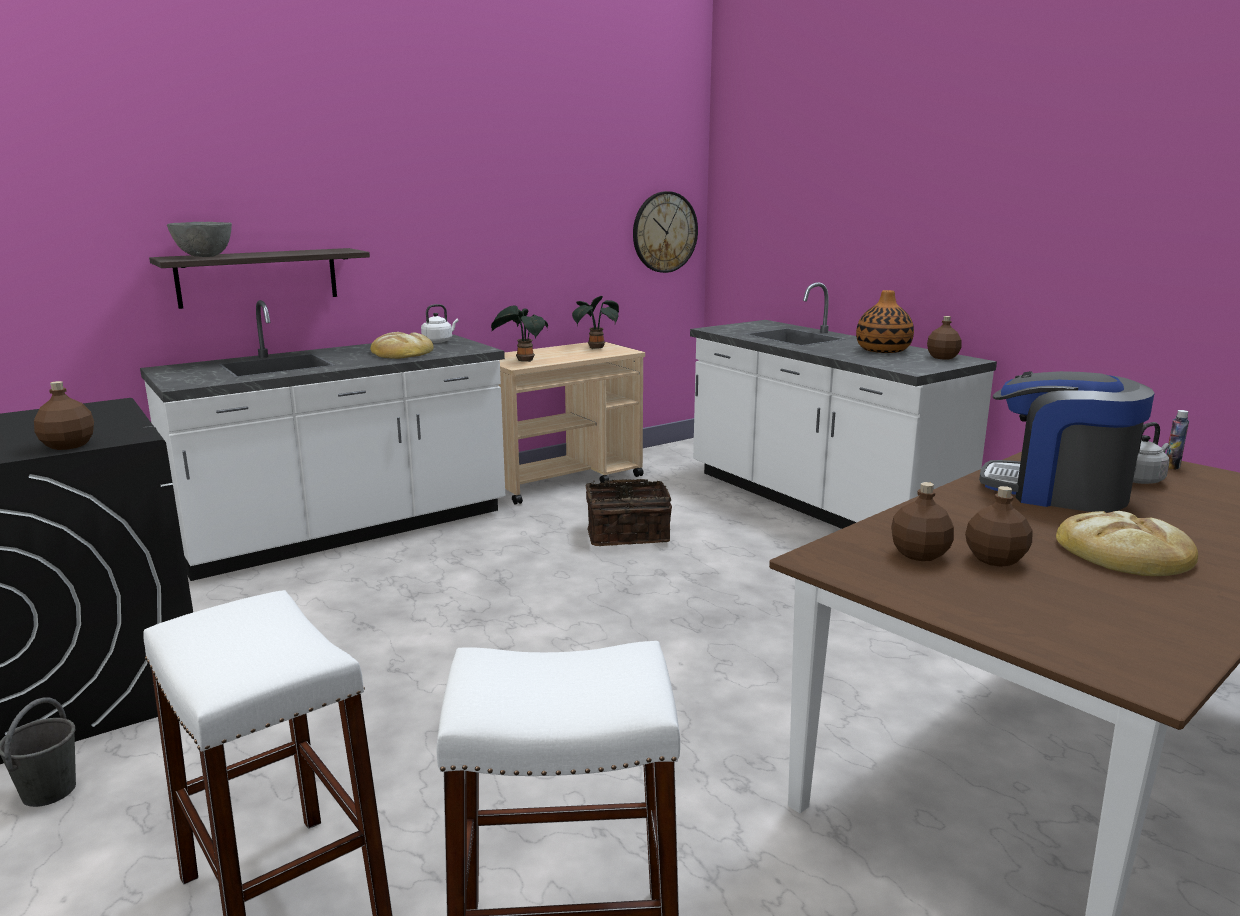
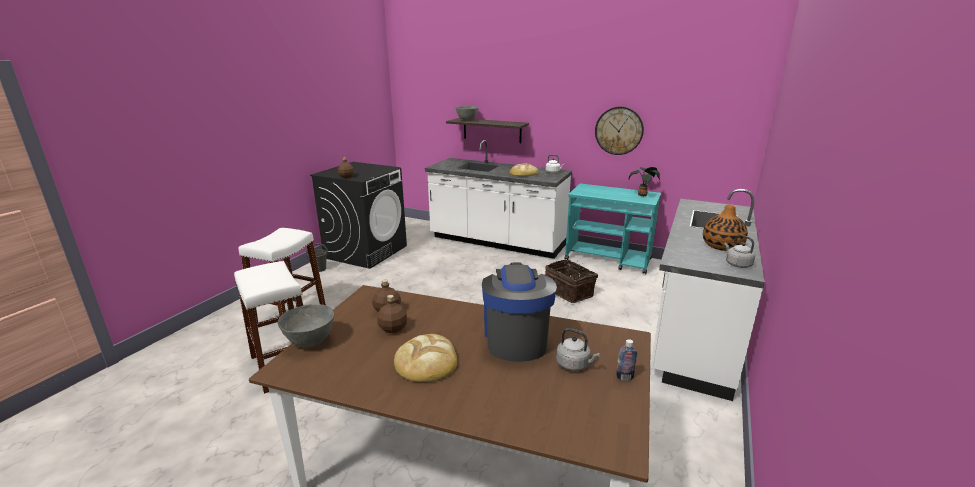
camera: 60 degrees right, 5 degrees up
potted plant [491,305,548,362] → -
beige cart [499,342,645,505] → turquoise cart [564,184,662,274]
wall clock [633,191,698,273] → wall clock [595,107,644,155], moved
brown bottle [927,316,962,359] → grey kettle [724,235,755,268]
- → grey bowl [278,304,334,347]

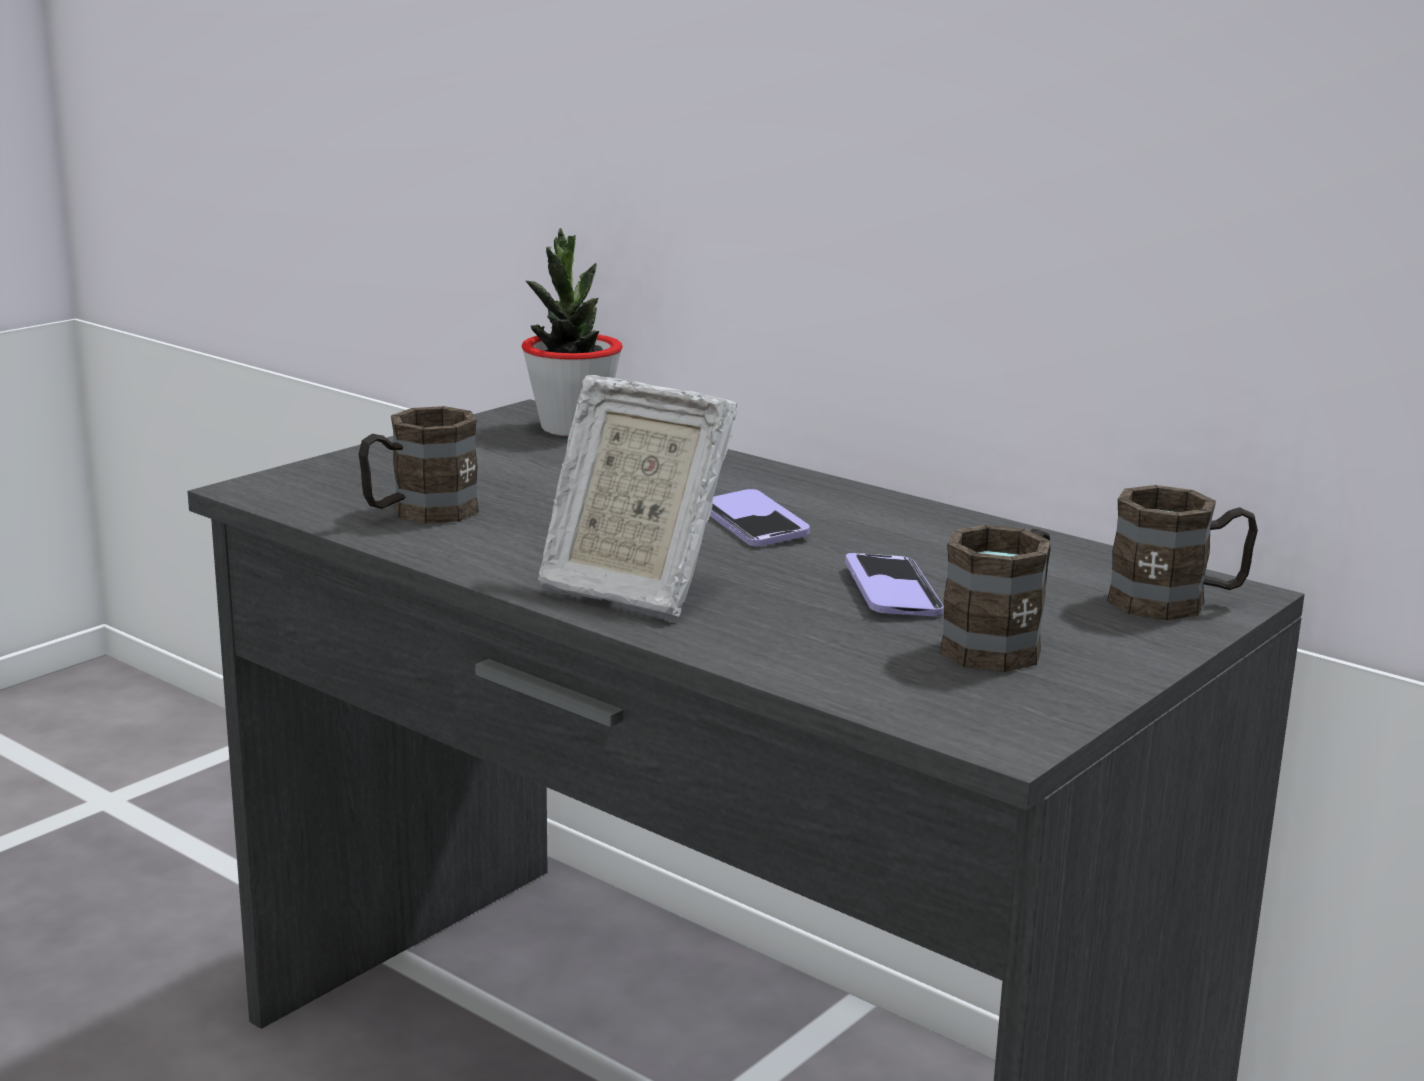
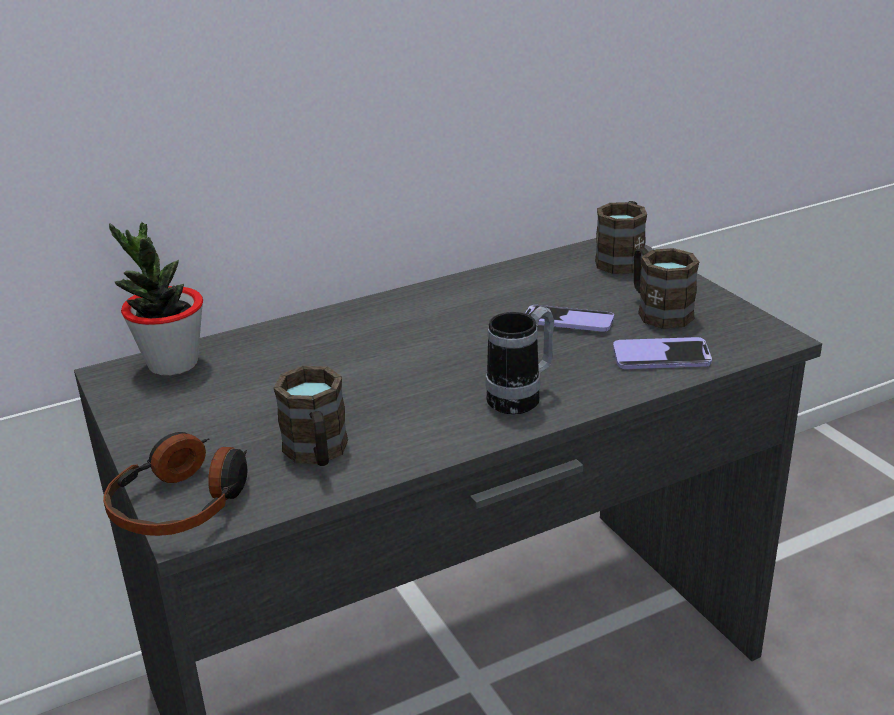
camera: 65 degrees left, 10 degrees up
picture frame [538,375,737,617] → mug [485,306,554,414]
phone [710,489,810,547] → phone [613,337,712,369], moved
- → headphones [103,432,247,536]

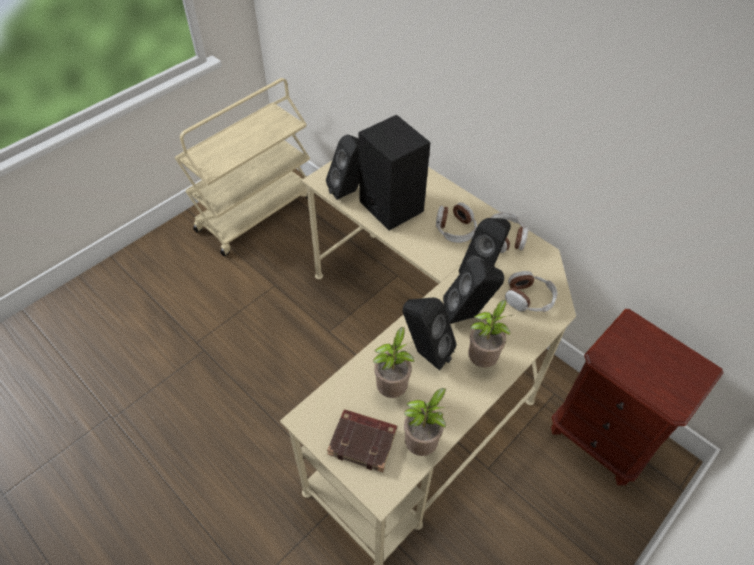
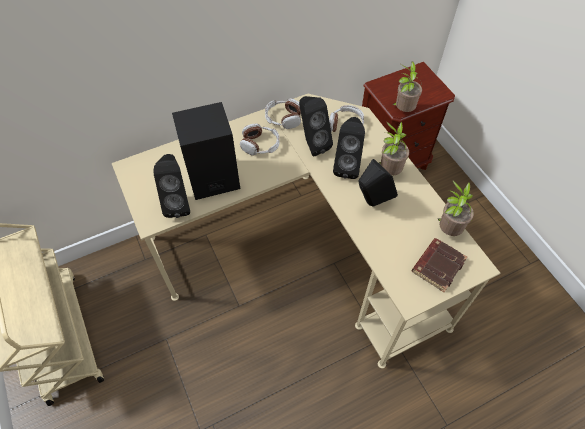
camera: 70 degrees left, 5 degrees up
potted plant [373,327,414,398] → potted plant [392,61,422,112], moved

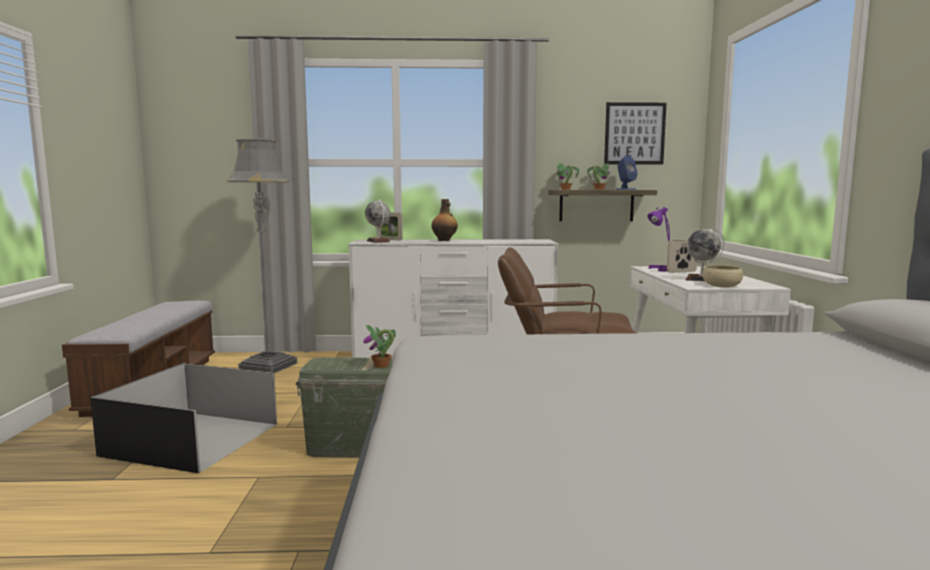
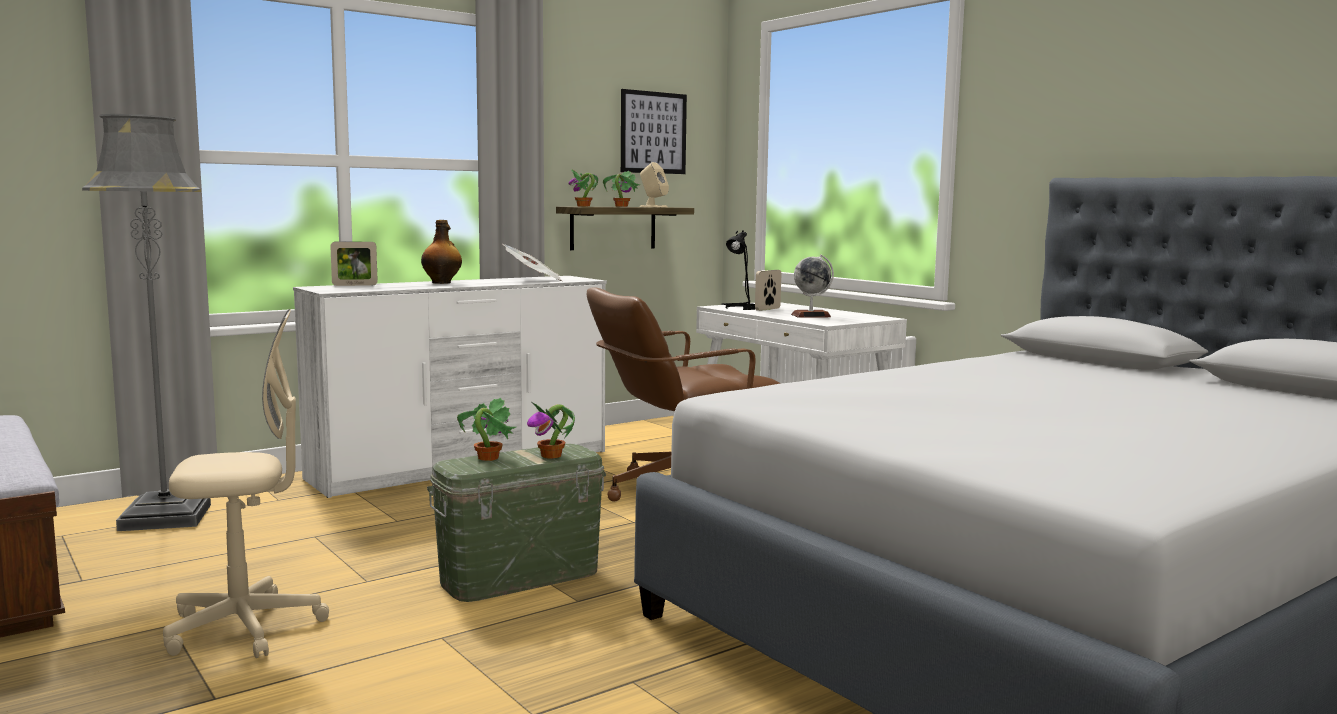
camera: 35 degrees left, 0 degrees up
black storage box [90,363,277,473] → beige office chair [163,309,329,658]
globe [365,199,391,243] → -
blue speaker [616,156,638,190] → beige speaker [640,162,669,207]
purple table lamp [647,207,670,272] → black table lamp [722,231,755,310]
beige bowl [702,265,743,287] → -
- → potted plant [457,398,516,461]
- → newspaper [502,244,562,281]

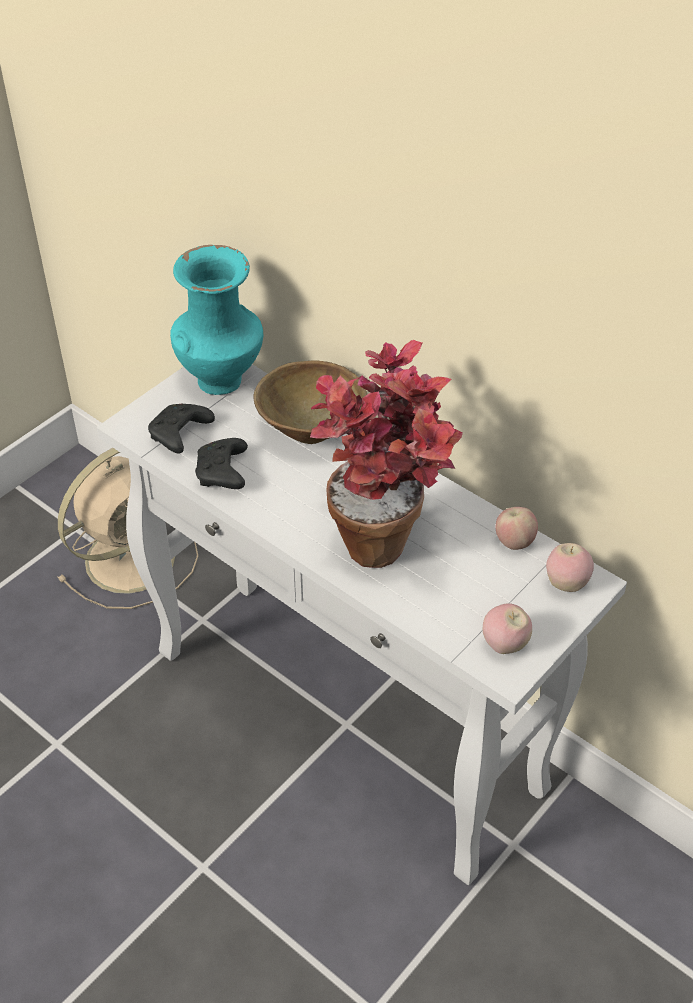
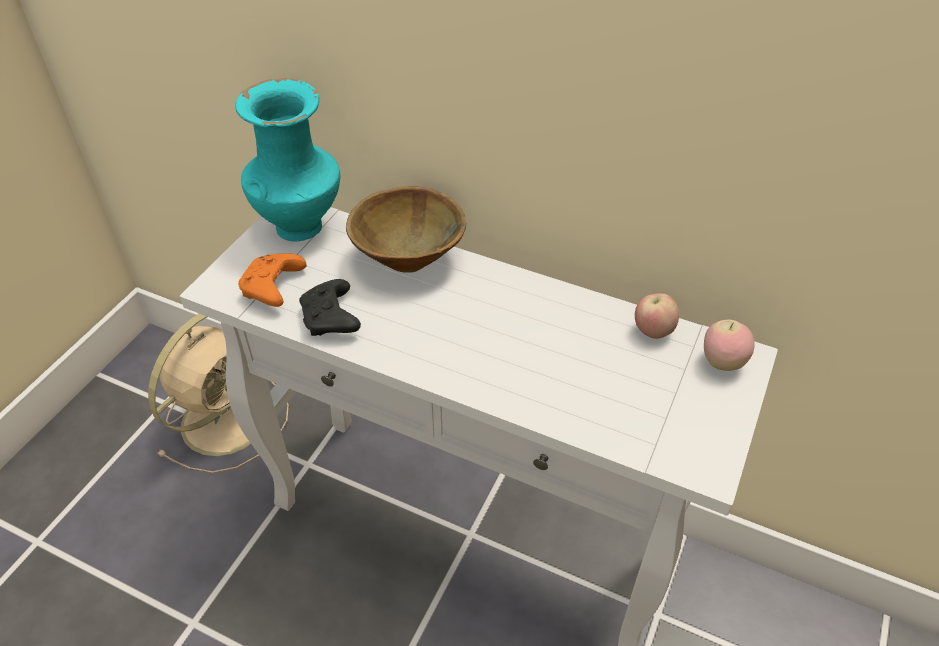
camera: 15 degrees left, 0 degrees up
black game controller [148,404,215,454] → orange game controller [238,253,307,307]
potted plant [310,340,463,568] → -
apple [483,603,532,654] → -

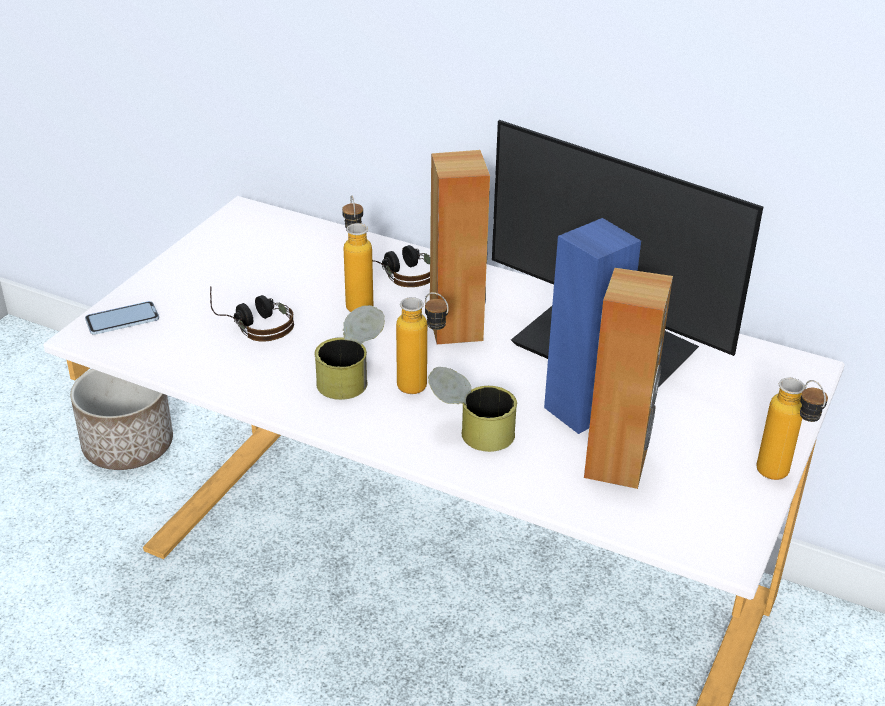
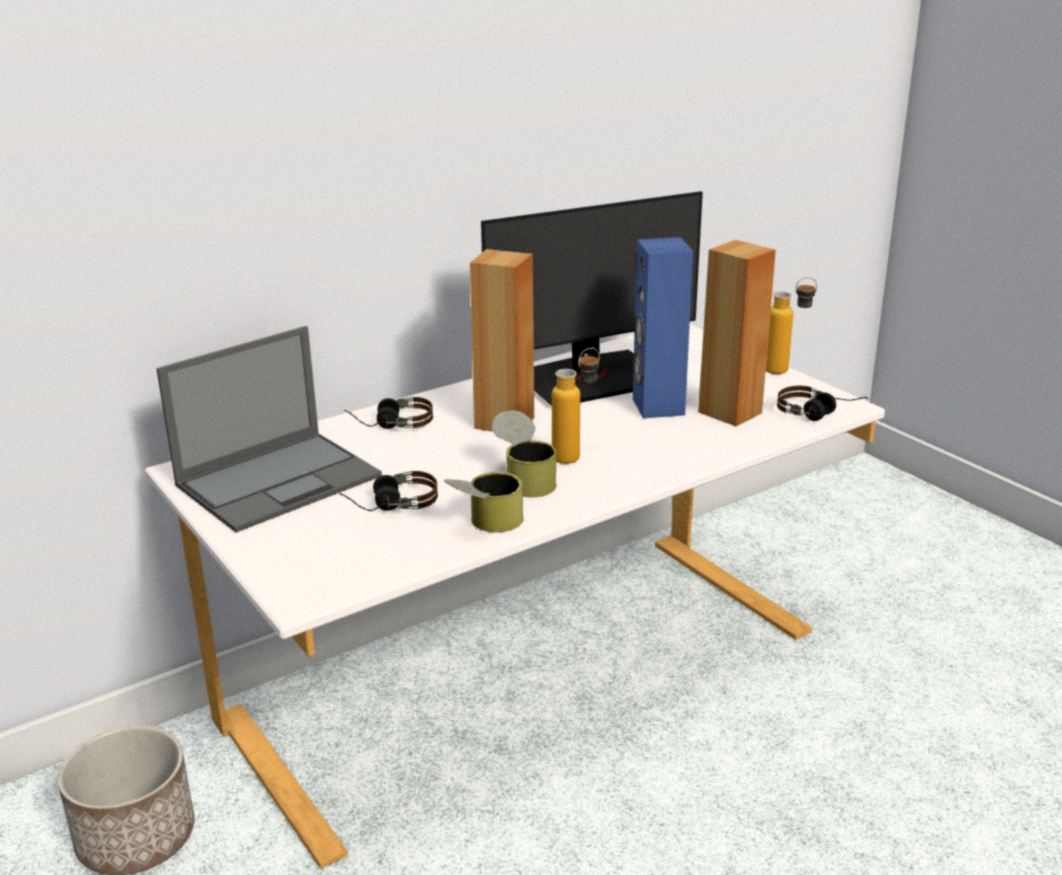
camera: 60 degrees left, 10 degrees down
phone [85,301,159,335] → -
bottle [342,195,373,312] → -
can [428,367,517,452] → can [444,472,524,532], moved
- → laptop [156,326,382,532]
- → headphones [777,386,869,421]

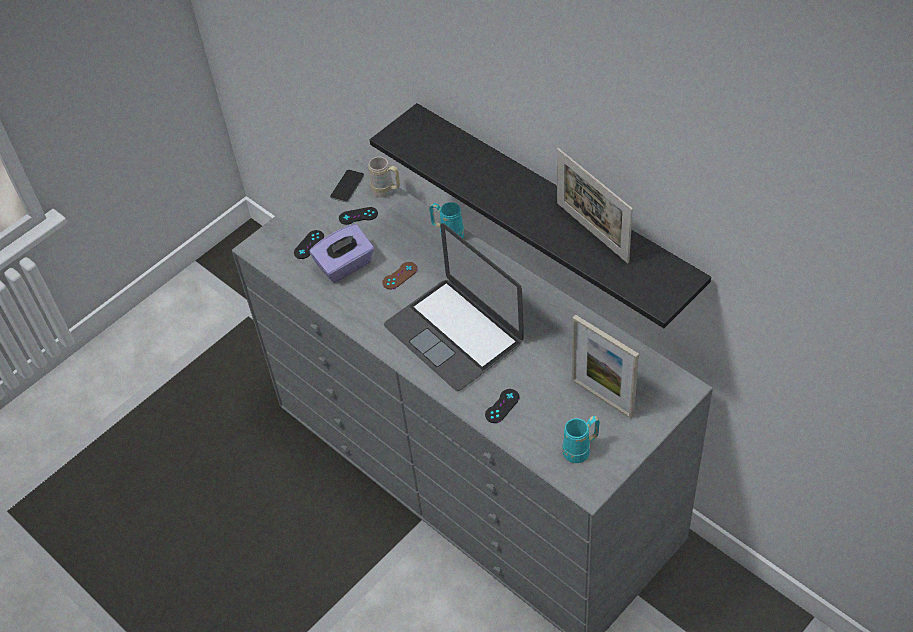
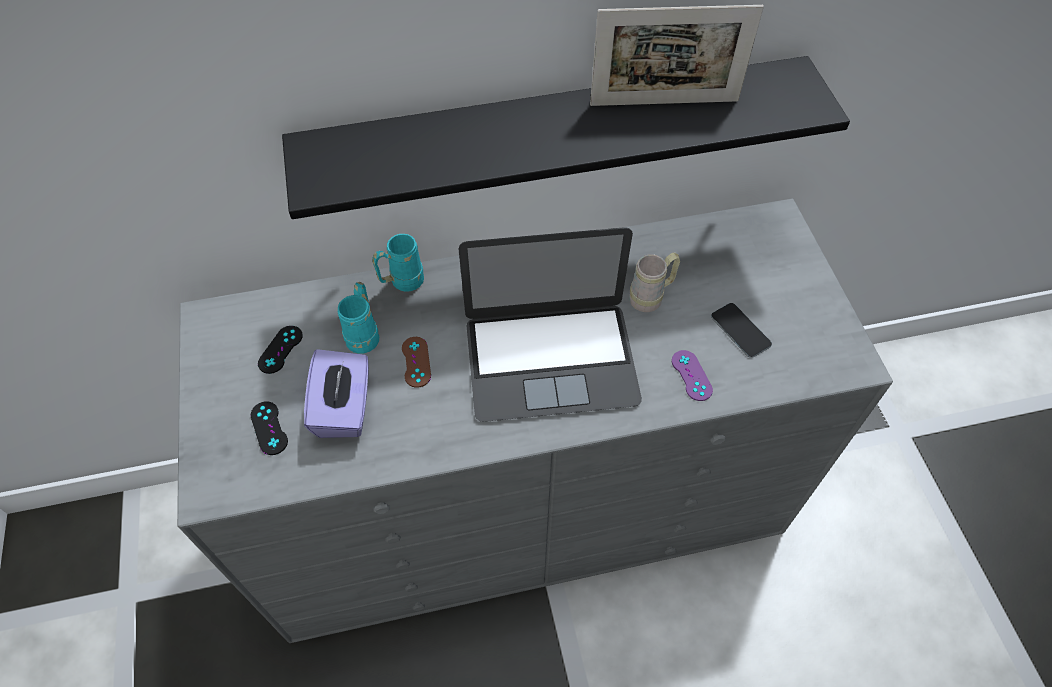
camera: 60 degrees left, 5 degrees up
phone [330,170,364,202] → phone [711,303,772,358], moved
beige mug [368,157,400,198] → beige mug [629,253,680,312], moved
black game controller [485,389,520,423] → purple game controller [672,350,713,401]
turquoise mug [562,416,600,463] → turquoise mug [338,282,379,354], moved
picture frame [572,315,639,419] → -

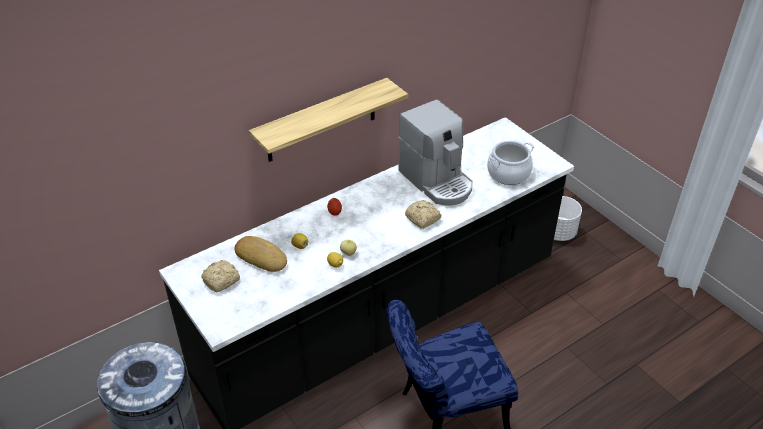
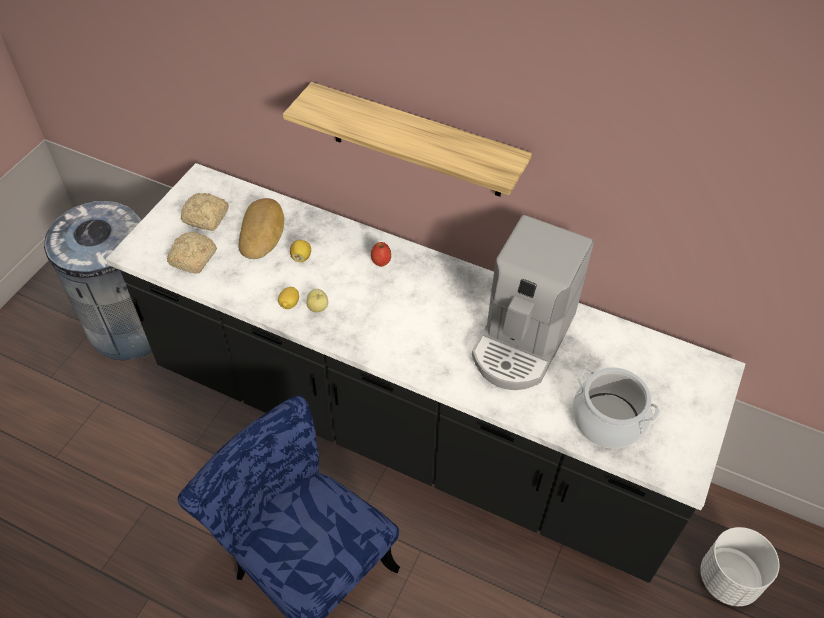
camera: 60 degrees right, 10 degrees up
bread [405,200,441,229] → bread [167,232,217,274], moved

